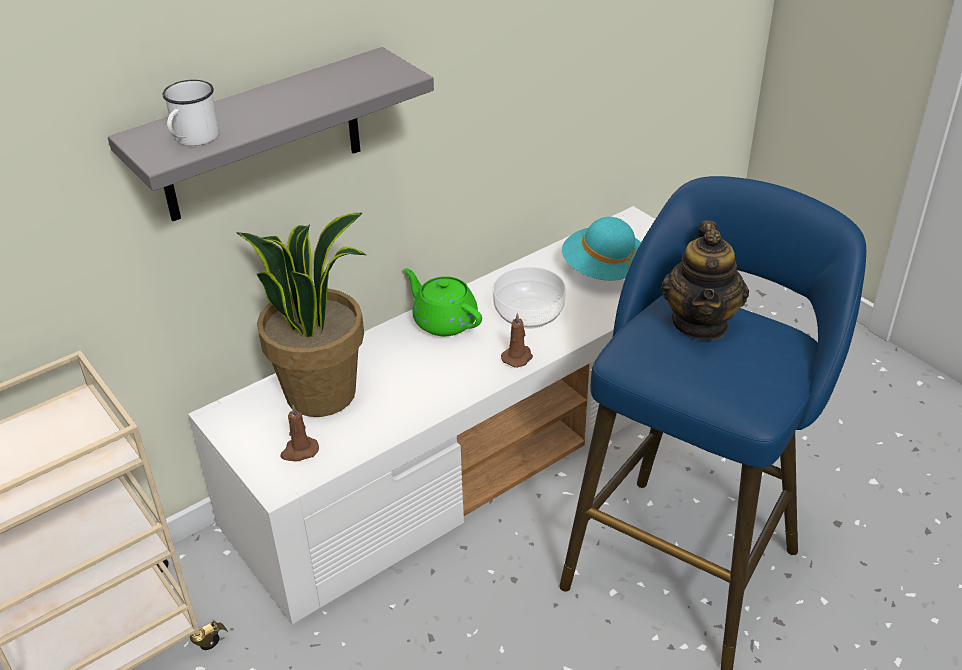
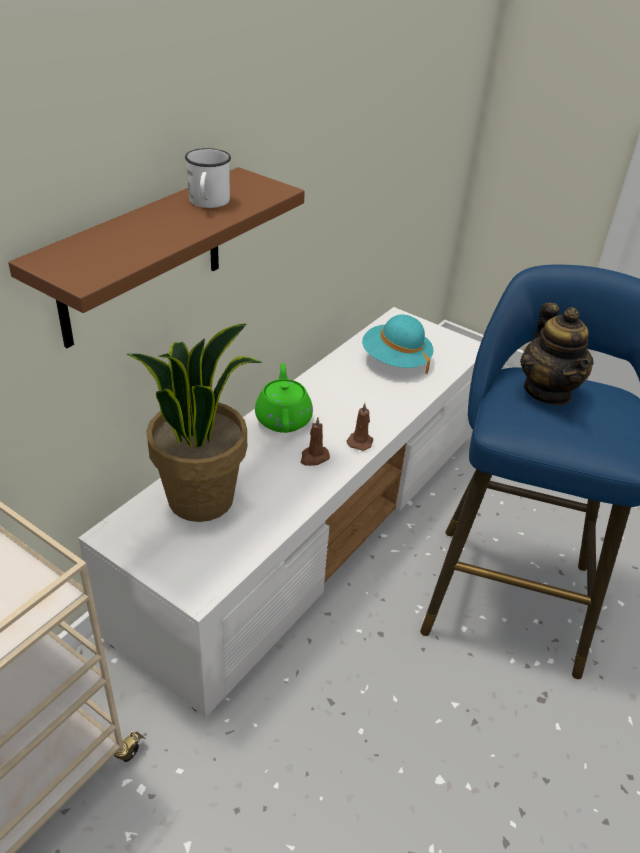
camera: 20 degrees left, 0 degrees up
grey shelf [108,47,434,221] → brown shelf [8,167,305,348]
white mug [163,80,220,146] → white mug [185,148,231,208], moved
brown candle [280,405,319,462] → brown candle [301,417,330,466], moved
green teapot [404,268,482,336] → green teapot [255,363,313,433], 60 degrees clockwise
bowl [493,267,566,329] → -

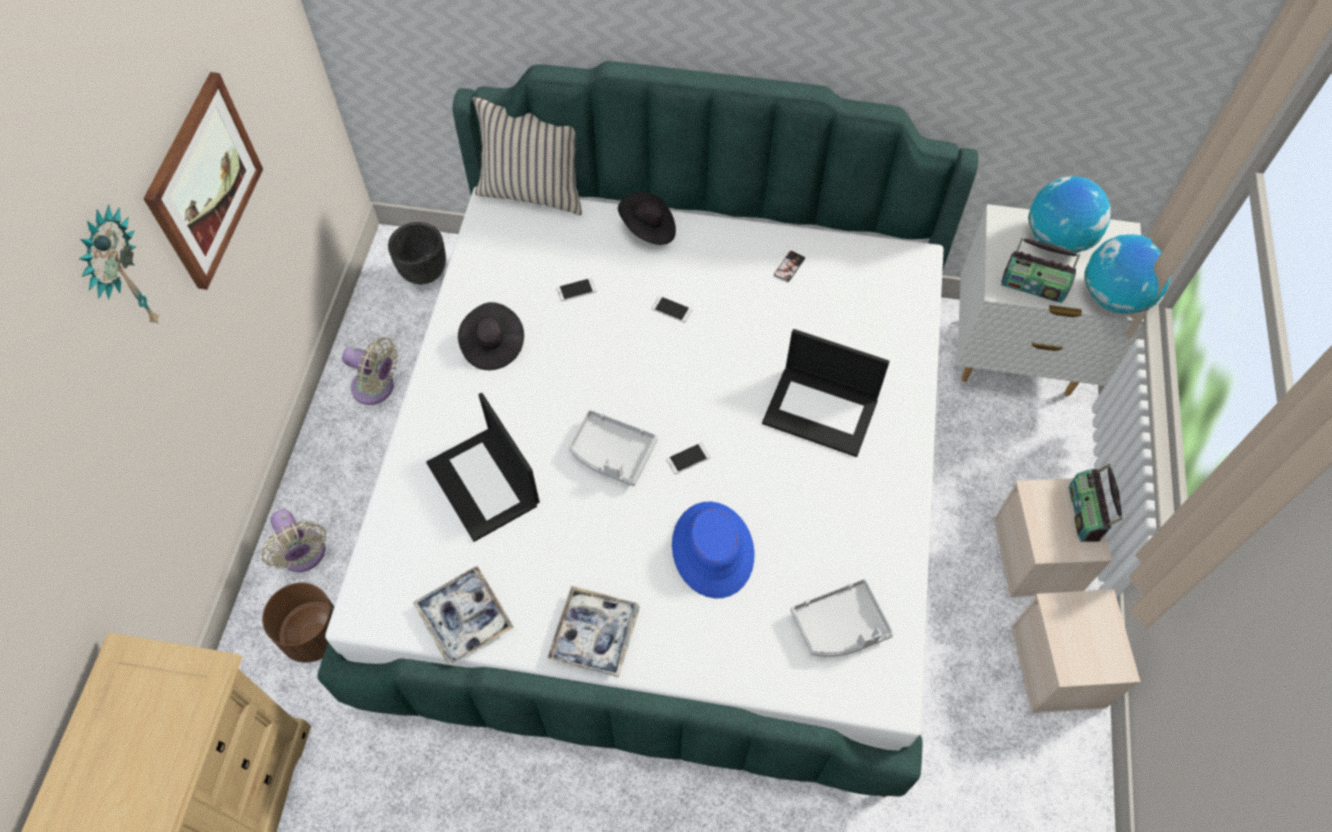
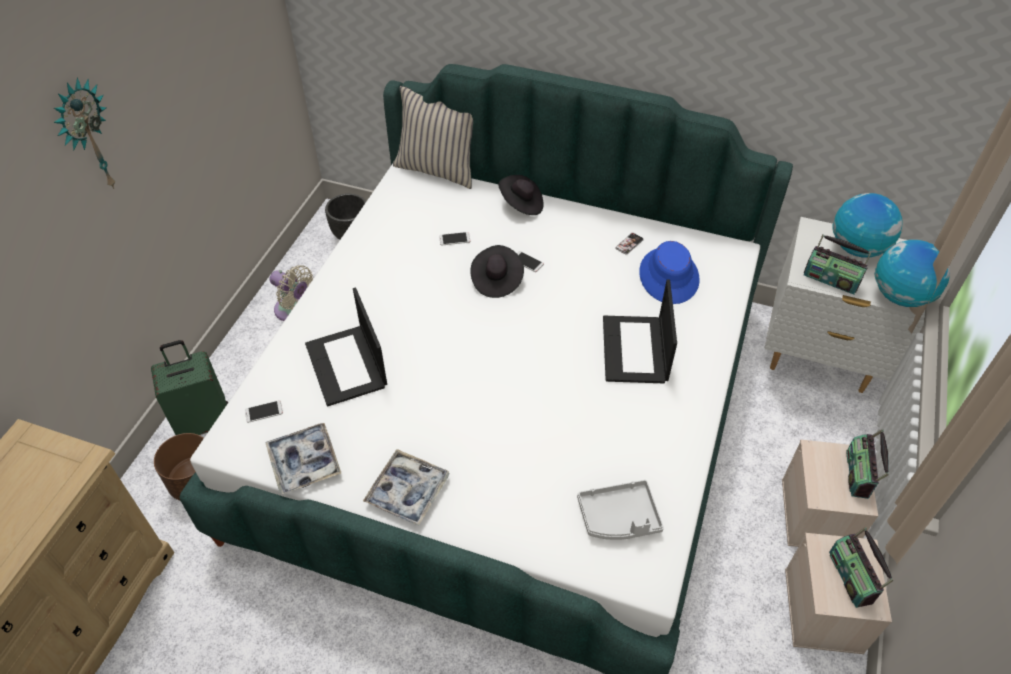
camera: 10 degrees right, 10 degrees down
picture [143,72,263,290] → -
beige fan [261,509,327,572] → green suitcase [151,340,228,435]
black hat [458,302,524,370] → black hat [470,245,524,298], moved
grey tray [569,410,658,486] → -
phone [666,442,710,474] → phone [245,400,283,423], moved
blue hat [672,502,755,598] → blue hat [639,241,700,304], moved
laptop [762,329,890,457] → laptop [603,279,677,383], 60 degrees clockwise
- → radio [829,527,894,608]

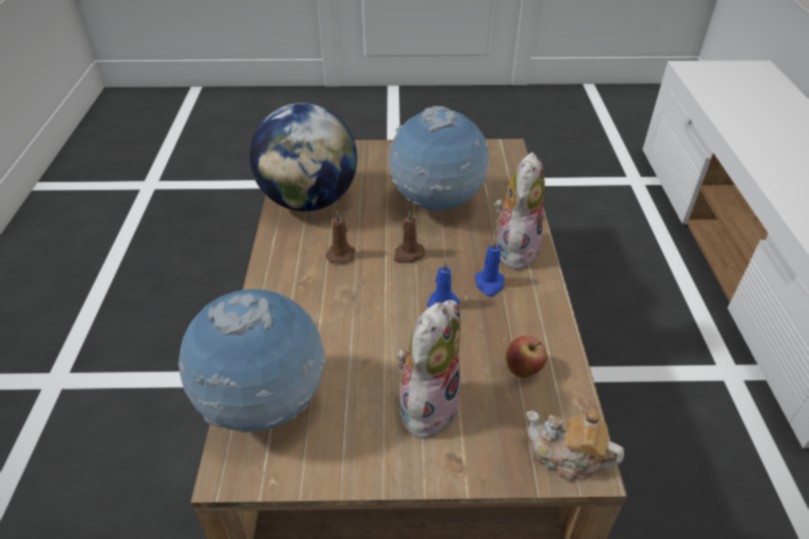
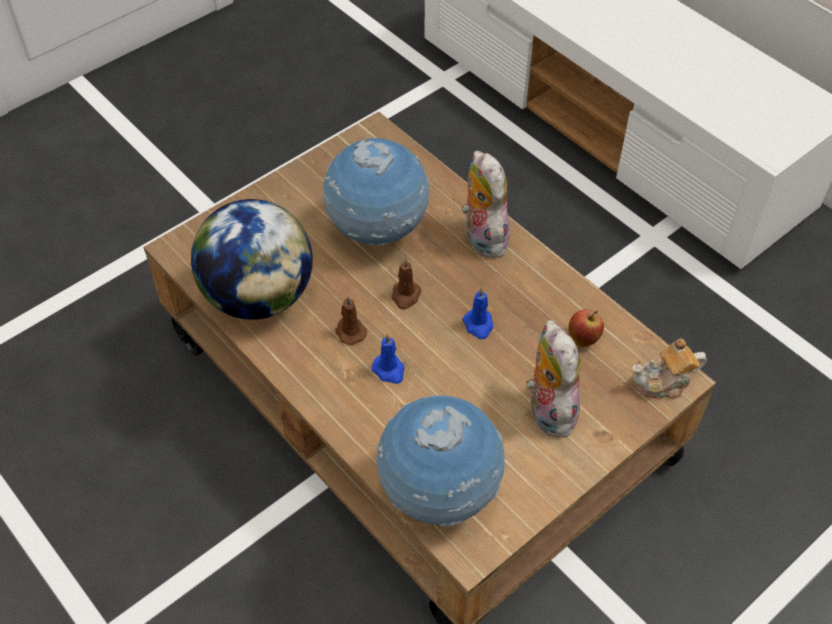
camera: 40 degrees left, 10 degrees up
blue candle [475,239,504,297] → blue candle [372,334,405,384], moved

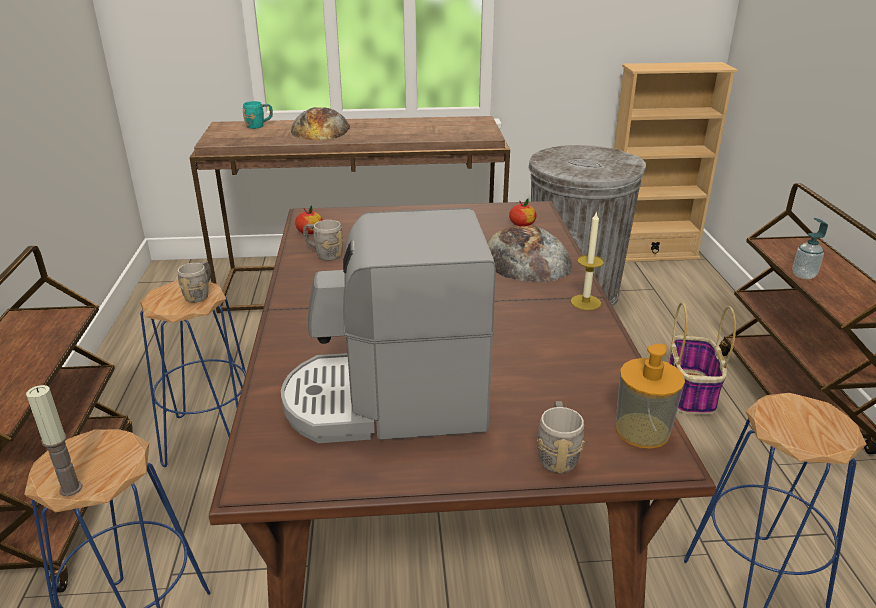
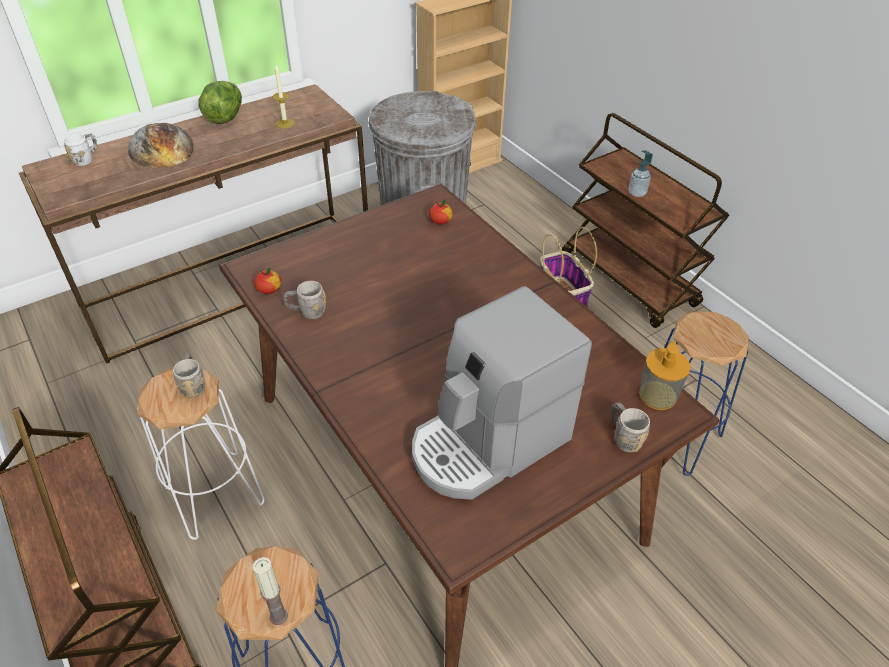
camera: 30 degrees left, 15 degrees up
blue stool [140,280,246,467] → white stool [137,368,264,540]
turquoise mug [243,101,273,129] → white mug [63,133,97,166]
bread [487,225,572,283] → -
candle [571,211,604,310] → candle [273,65,295,128], moved
- → lettuce [198,81,242,124]

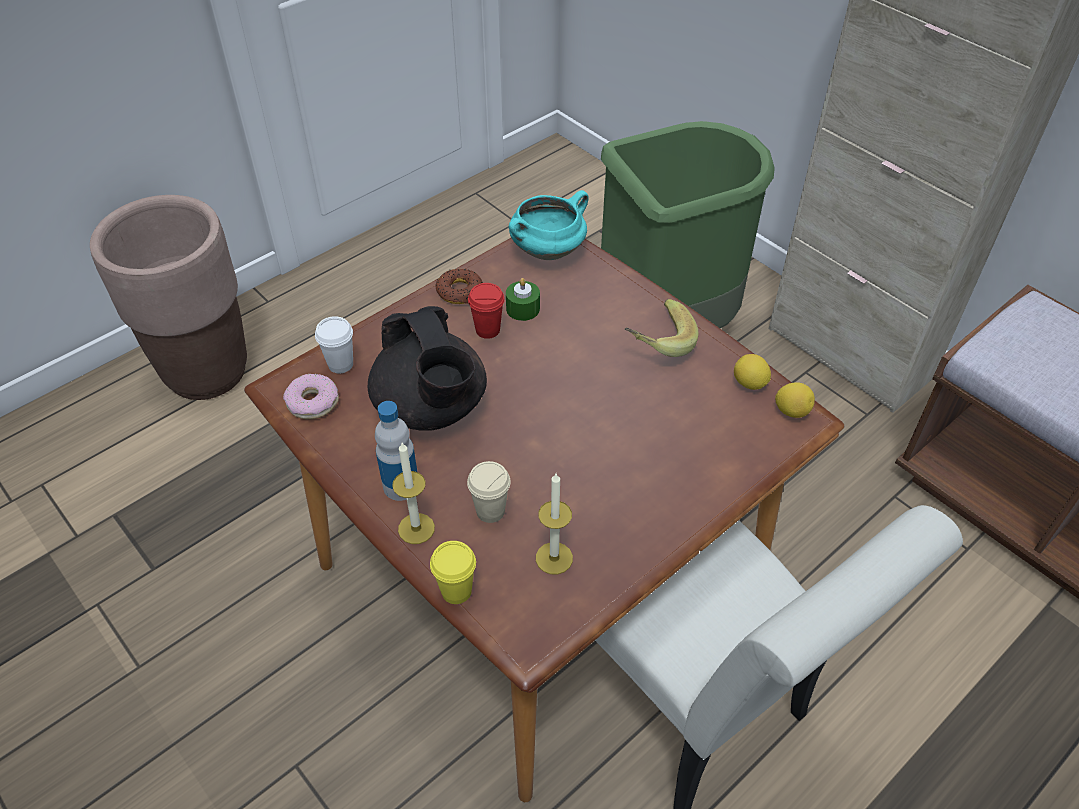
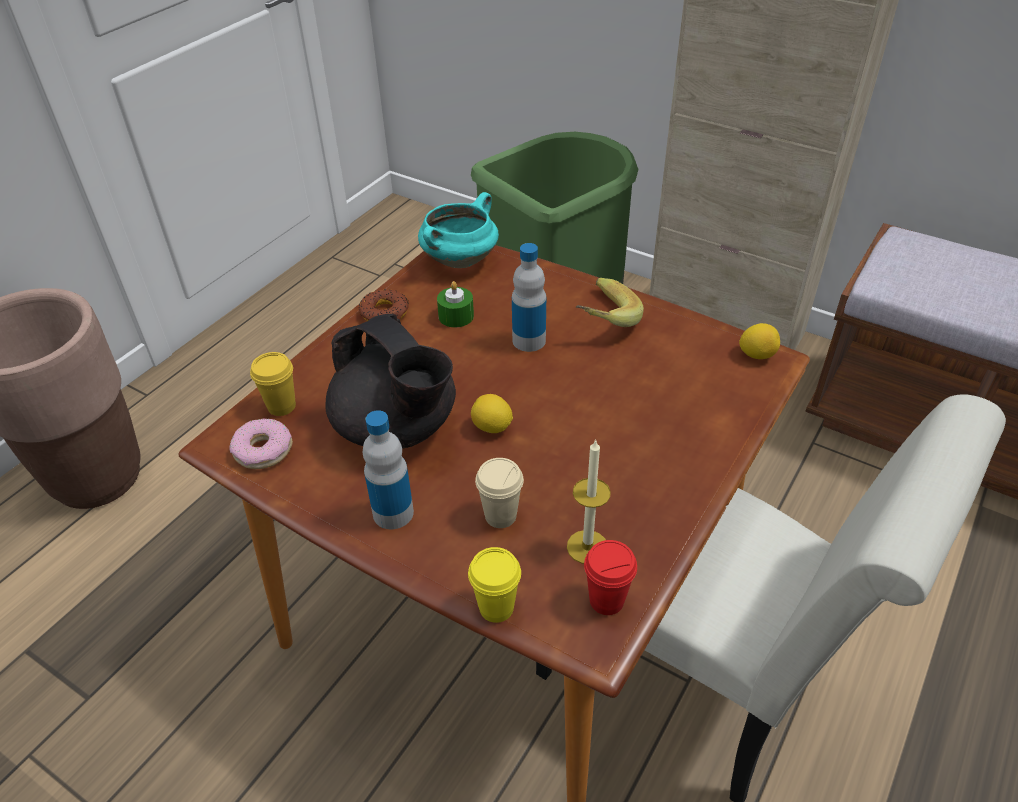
camera: 15 degrees left, 5 degrees down
white cup [315,316,353,373] → yellow cup [250,352,296,416]
candle [392,443,435,544] → -
red cup [468,283,505,339] → red cup [584,540,637,615], moved
lemon [734,354,771,390] → lemon [471,394,513,433], moved
- → bottle [512,243,546,352]

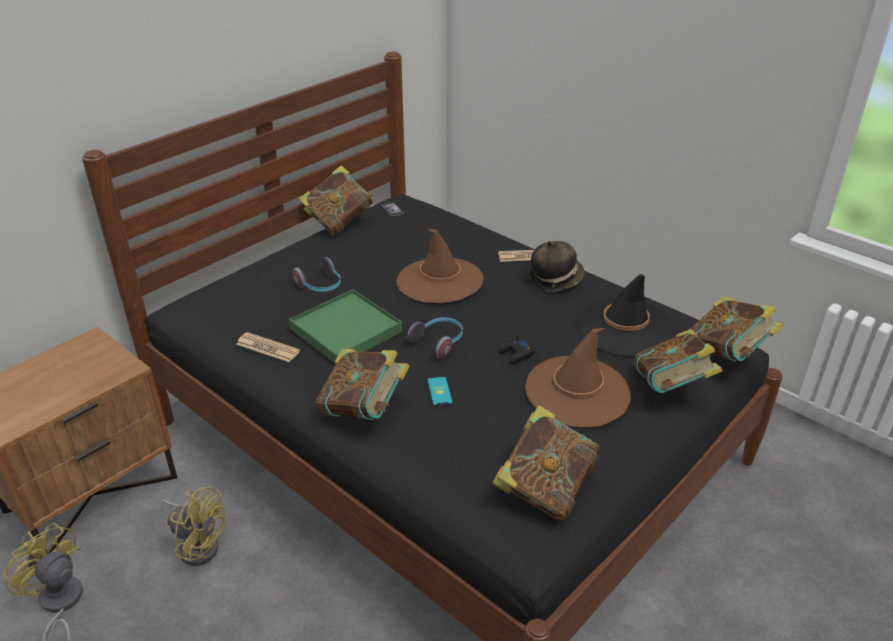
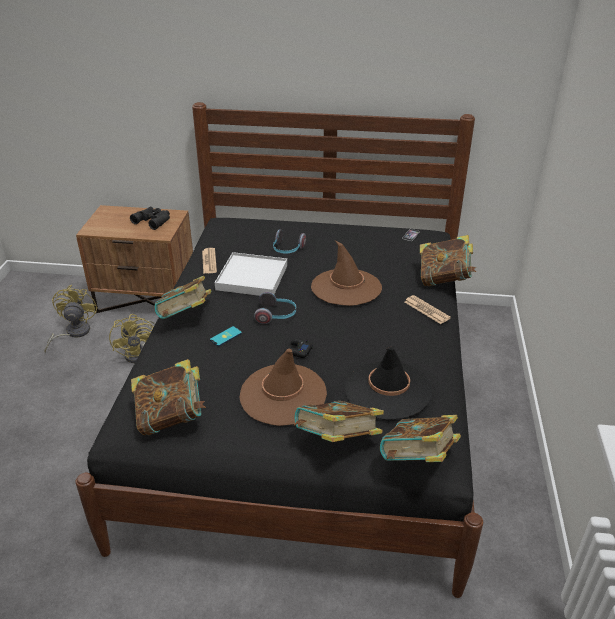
camera: 55 degrees right, 0 degrees up
green tray [289,289,402,363] → white tray [215,252,287,296]
book [299,165,373,236] → book [420,235,476,286], moved
hat [529,241,584,292] → -
- → black binoculars [130,207,170,230]

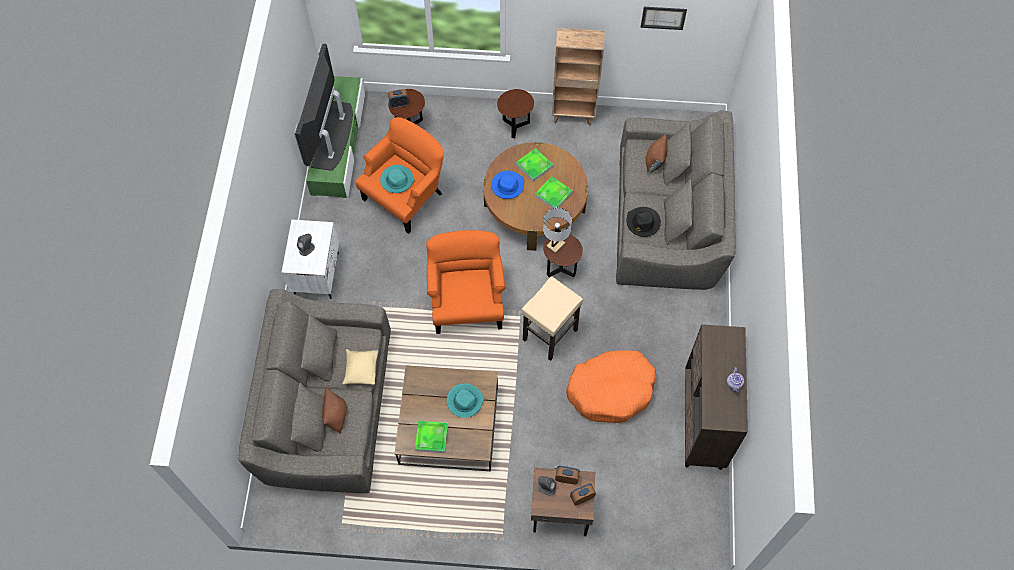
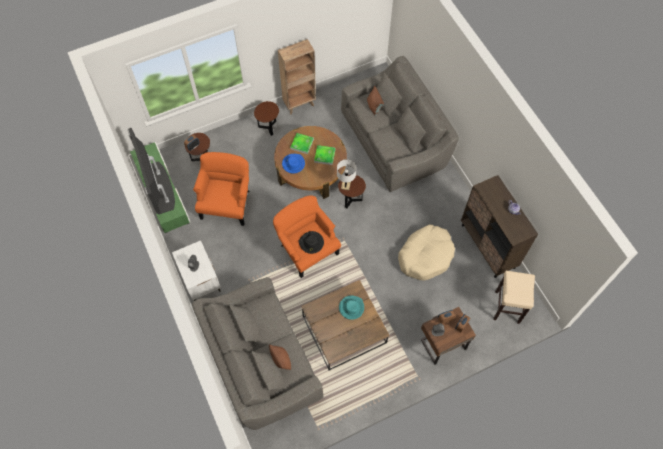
camera: 30 degrees left, 0 degrees up
beige pillow [343,349,378,385] → -
turquoise hat [380,165,415,193] → -
tray [415,421,448,453] → -
beige stool [522,276,583,361] → beige stool [493,271,535,324], moved
orange dog bed [566,350,656,423] → beige dog bed [398,224,455,281]
black hat [627,207,661,237] → black hat [299,231,324,254], moved
picture [641,7,687,30] → -

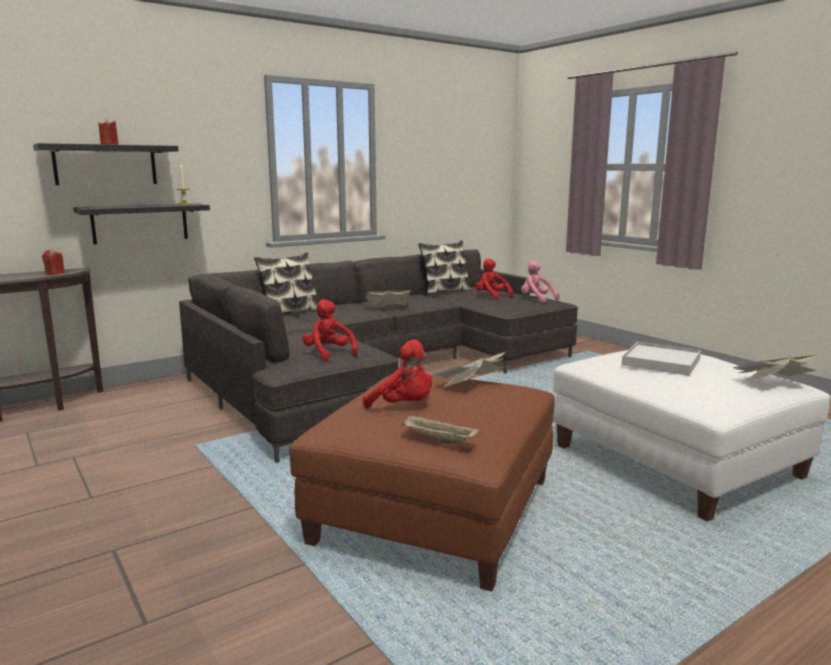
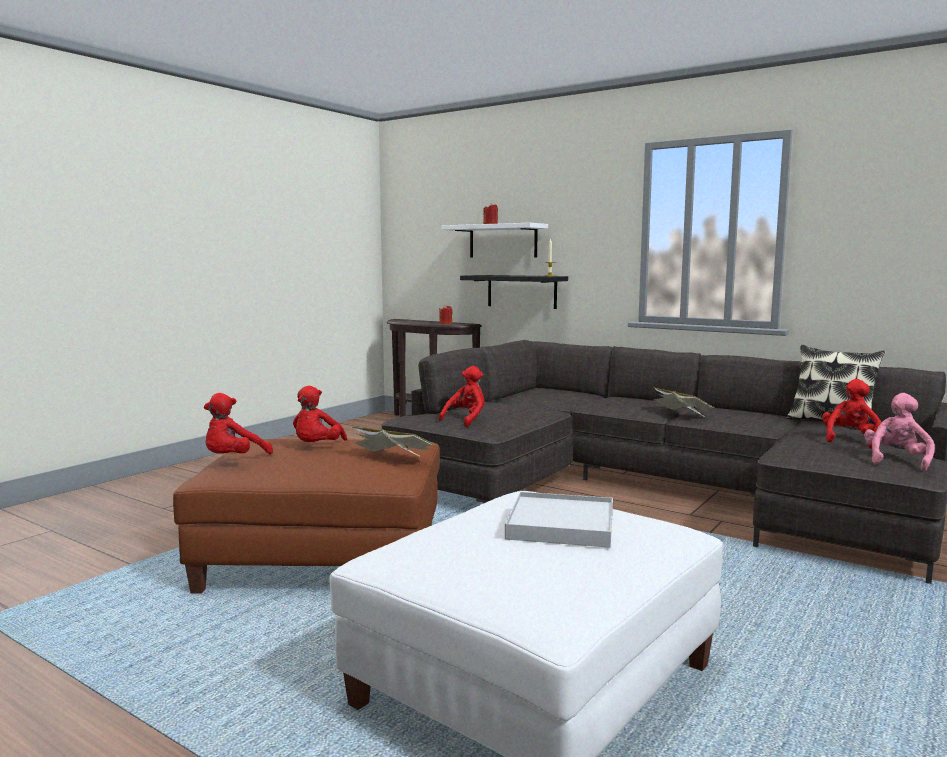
camera: 70 degrees right, 5 degrees down
black shelf [33,143,179,185] → white shelf [442,223,548,257]
pillow [254,252,319,313] → -
beige tray [402,414,480,444] → red plush toy [204,393,273,454]
book [732,354,819,382] → -

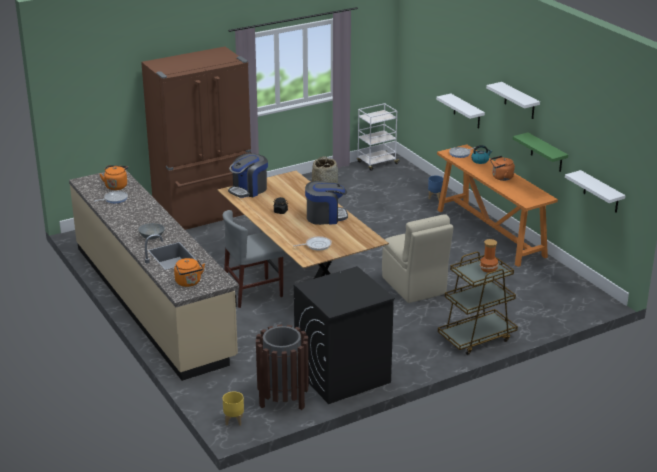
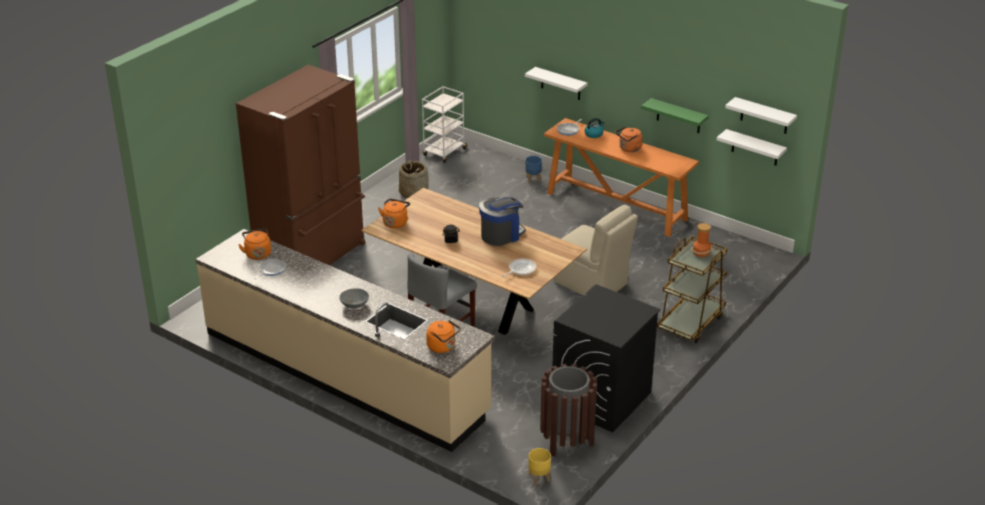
camera: 25 degrees left, 5 degrees up
coffee machine [228,153,268,198] → orange kettle [378,199,410,228]
white shelf [486,82,540,119] → white shelf [725,97,797,134], moved

